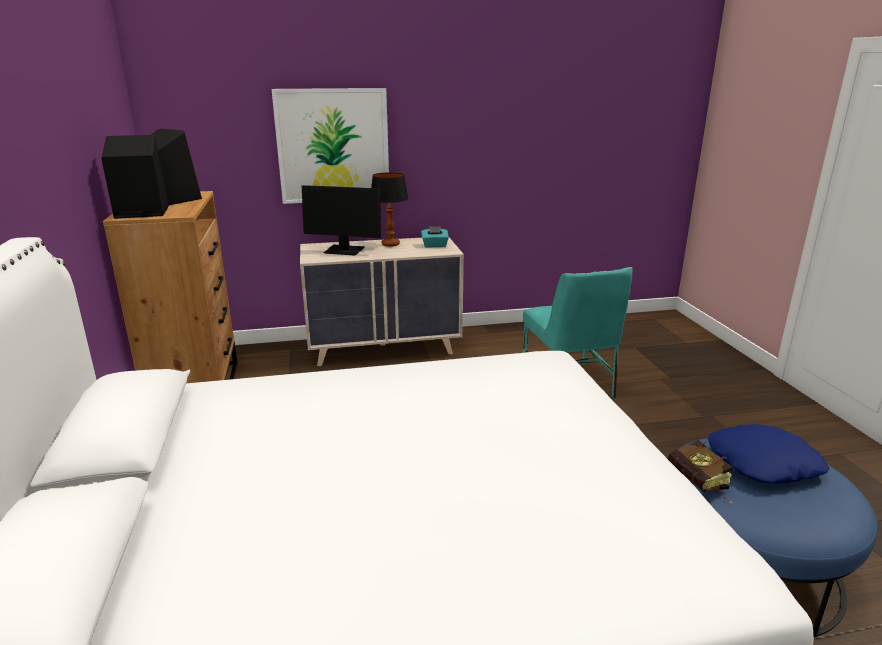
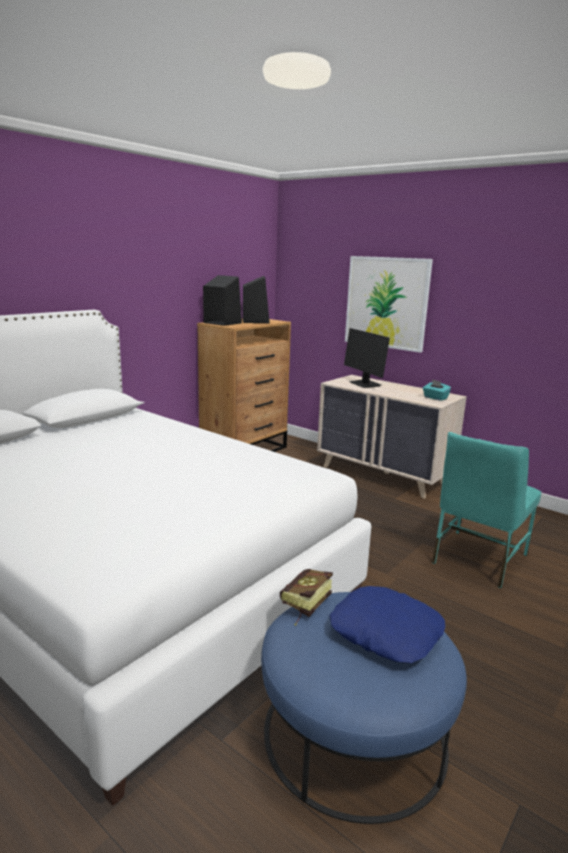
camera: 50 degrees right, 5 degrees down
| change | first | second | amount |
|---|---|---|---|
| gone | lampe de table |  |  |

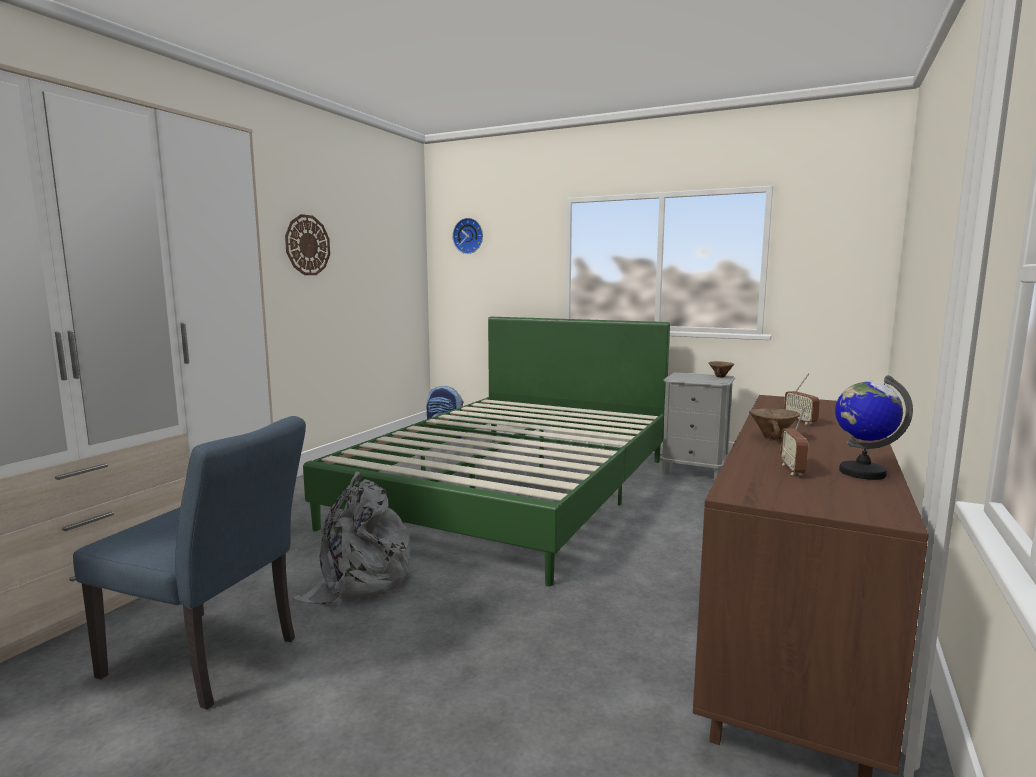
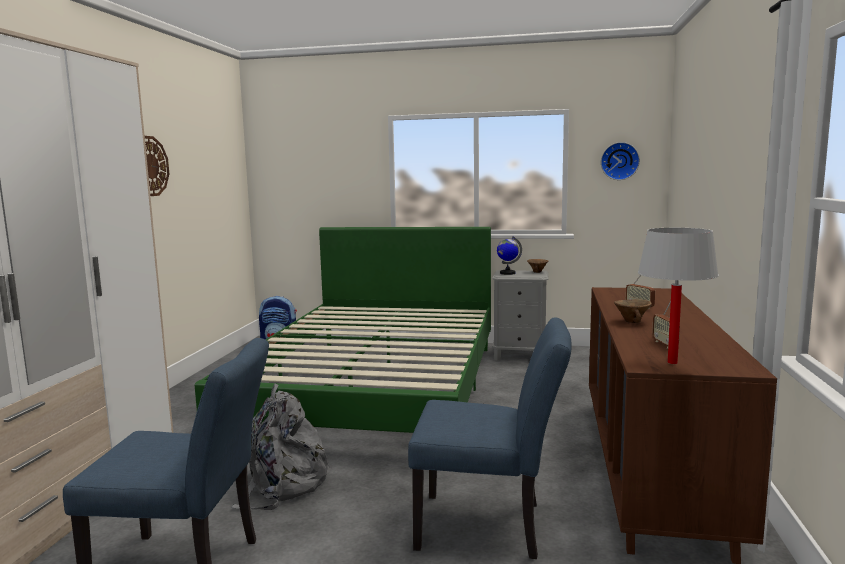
camera: 15 degrees left, 0 degrees up
| change | first | second | amount |
|---|---|---|---|
| new |  | chaise (bleu) (no. 2 from left) |  |
| new |  | lampe de table (blanc) |  |
| shifted | horloge murale (no. 2 from left) |  |  |
| shifted | globe |  |  |

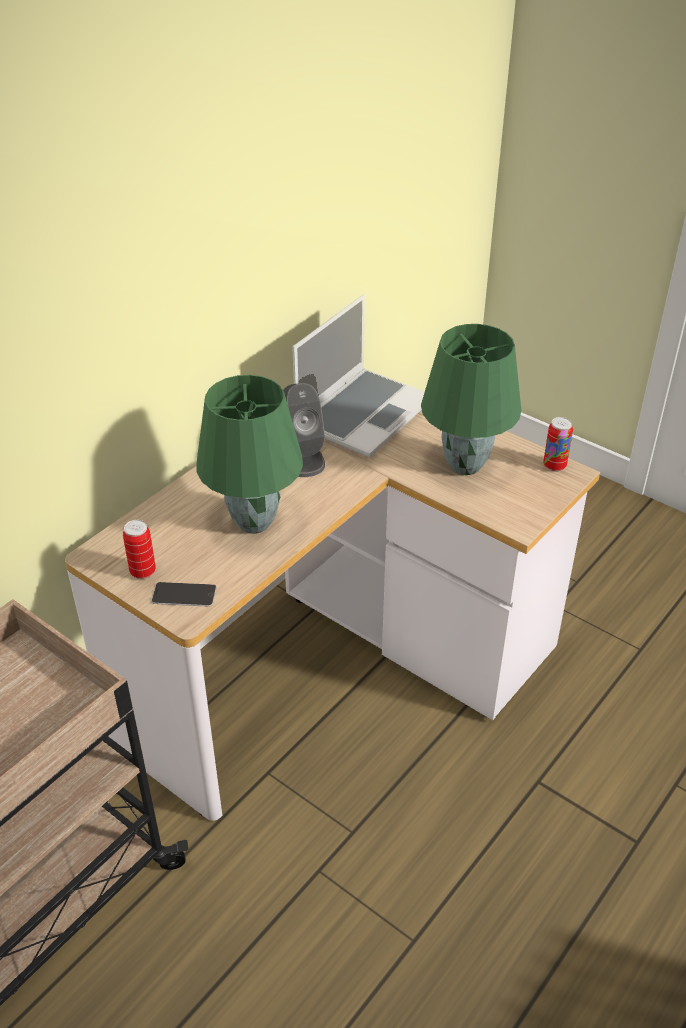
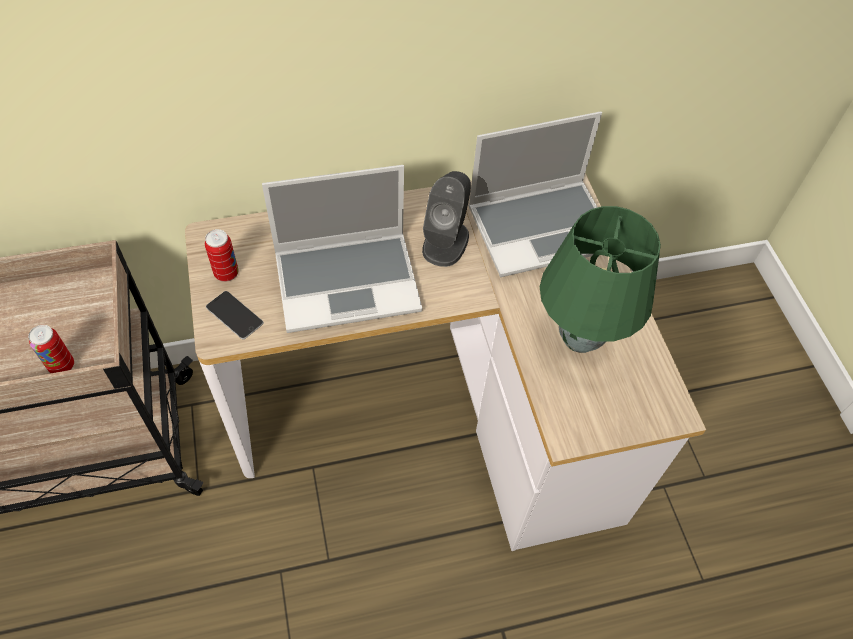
camera: 35 degrees right, 15 degrees up
| change | first | second | amount |
|---|---|---|---|
| shifted | boîte métallique (no. 2 from left in the first image) | boîte métallique (no. 1 from left) |  |
| swapped | lampe de table (vert) (no. 1 from left) | ordinateur portable (no. 1 from left) |  |

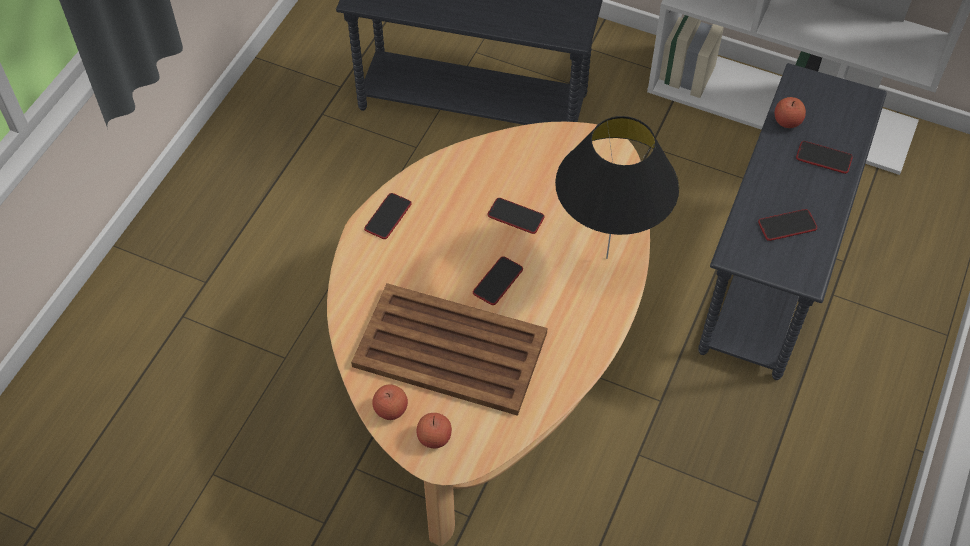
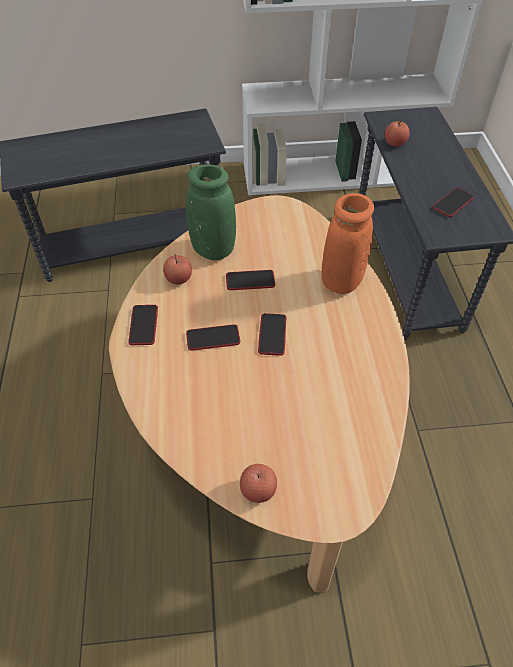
camera: 30 degrees left, 5 degrees down
| change | first | second | amount |
|---|---|---|---|
| gone | plateau (marron) |  |  |
| new |  | vase (vert) |  |
| shifted | pomme (no. 2 from left in the first image) | pomme (no. 1 from left) |  |
| shifted | téléphone (no. 5 from left in the first image) | téléphone (no. 2 from left) |  |
| swapped | lampe de table (noir) | vase (orange) |  |

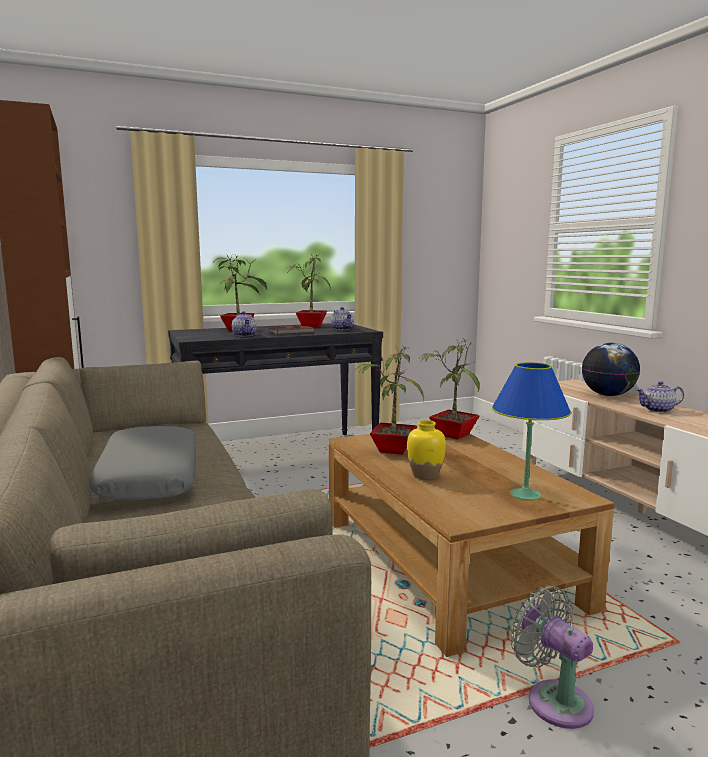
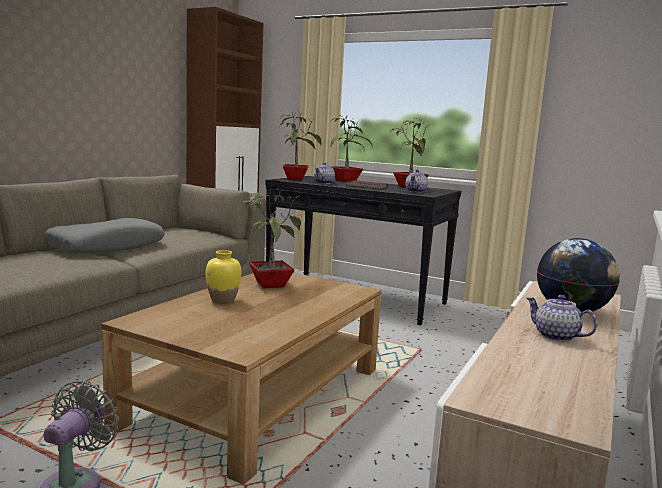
camera: 50 degrees right, 0 degrees up
| change | first | second | amount |
|---|---|---|---|
| gone | lampe de table (bleu) |  |  |
| shifted | plante en pot (no. 4 from left in the first image) | plante en pot (no. 2 from left) |  |

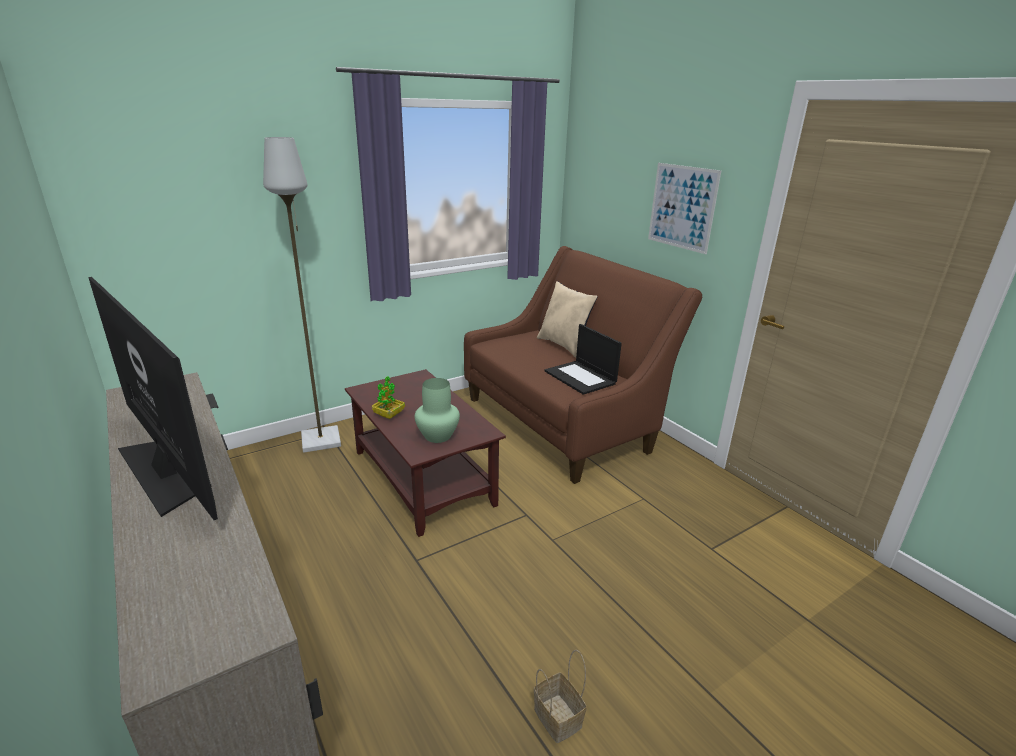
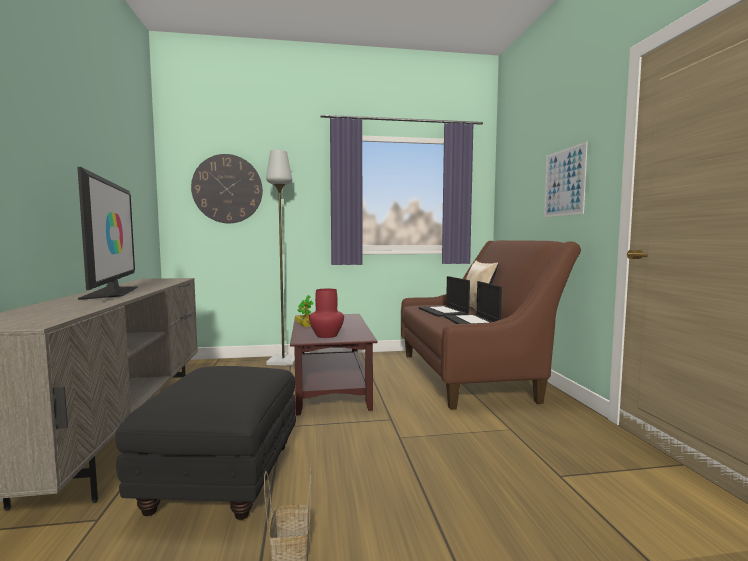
camera: 25 degrees right, 20 degrees down
| change | first | second | amount |
|---|---|---|---|
| new |  | pouf (noir) |  |
| new |  | horloge murale |  |
| new |  | ordinateur portable (no. 1 from left) |  |
| repainted | vase (vert) | vase (rouge) |  |

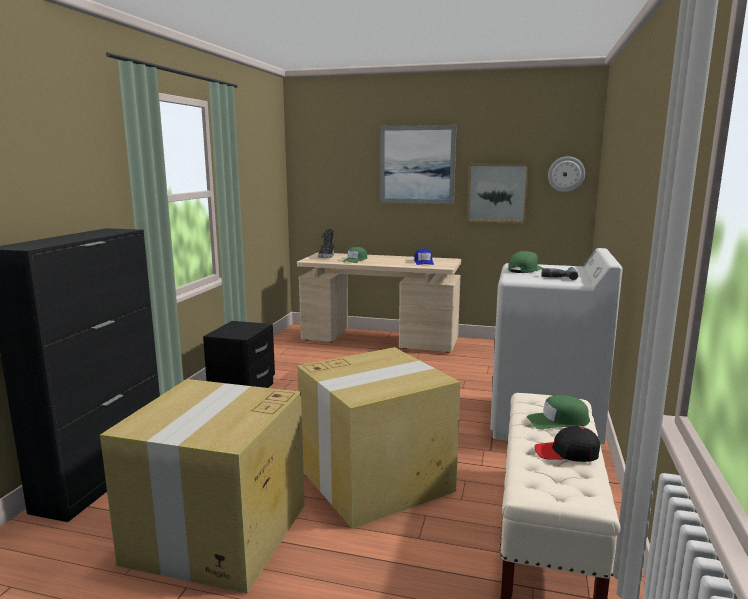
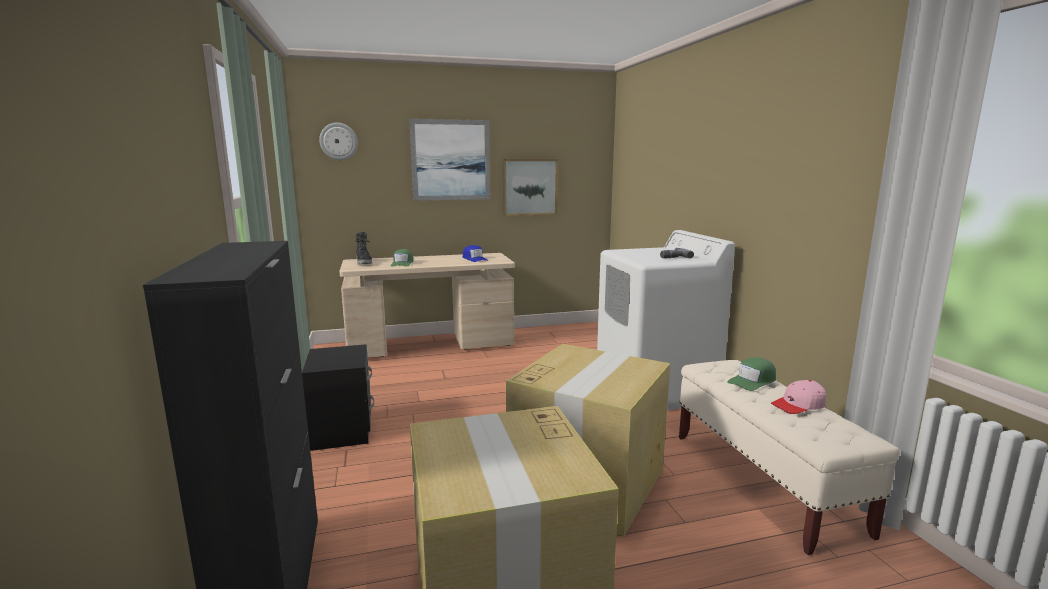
camera: 30 degrees left, 0 degrees up
| change | first | second | amount |
|---|---|---|---|
| gone | casquette (vert) (no. 2 from left) |  |  |
| shifted | horloge murale |  |  |
| repainted | casquette (noir) | casquette (rose) |  |

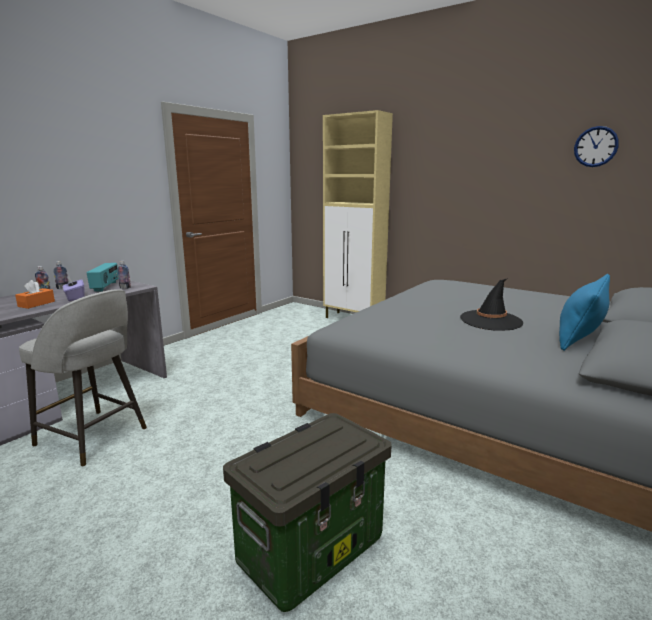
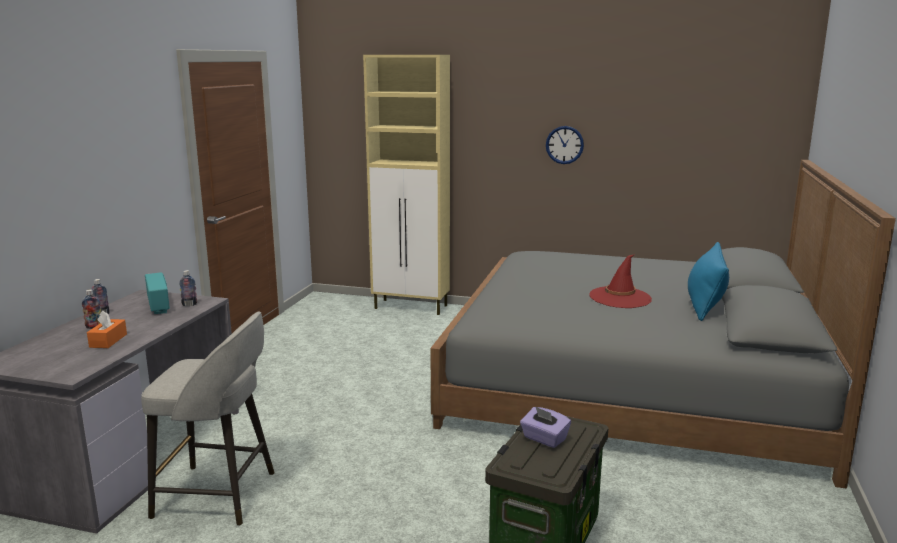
camera: 20 degrees left, 0 degrees up
| change | first | second | amount |
|---|---|---|---|
| shifted | boîte à mouchoirs (violet) |  |  |
| shifted | horloge murale |  |  |
| repainted | chapeau (noir) | chapeau (rouge) |  |

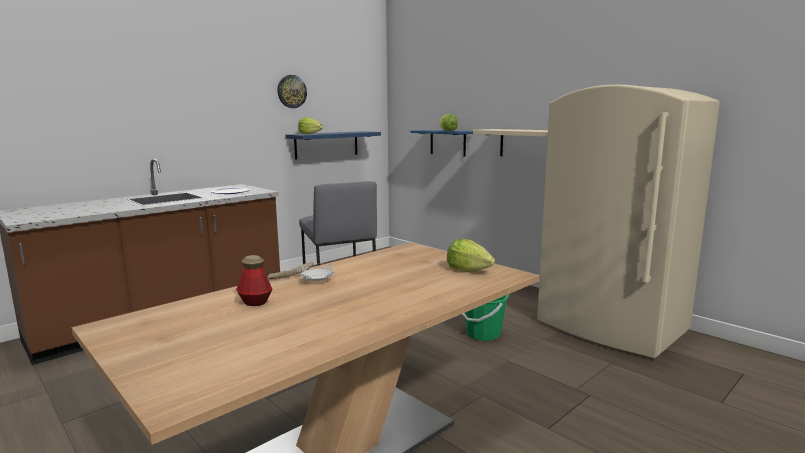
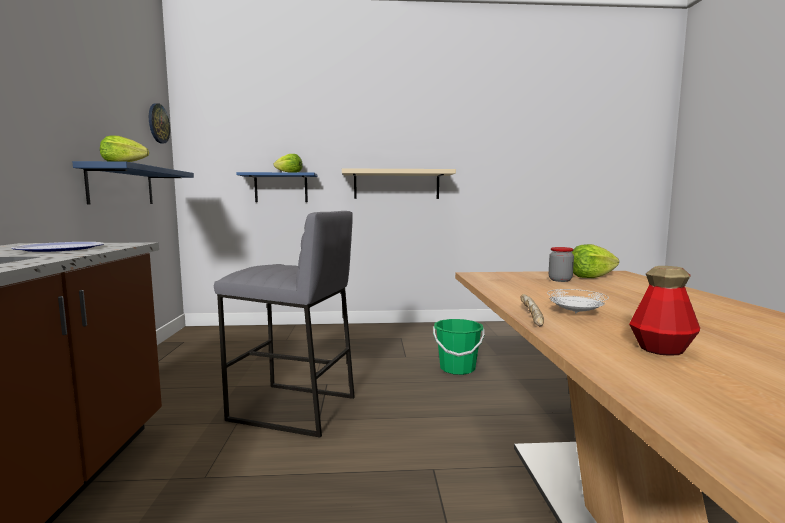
camera: 50 degrees left, 5 degrees down
| change | first | second | amount |
|---|---|---|---|
| gone | réfrigérateur (beige) |  |  |
| new |  | bocal |  |
| shifted | horloge murale |  |  |

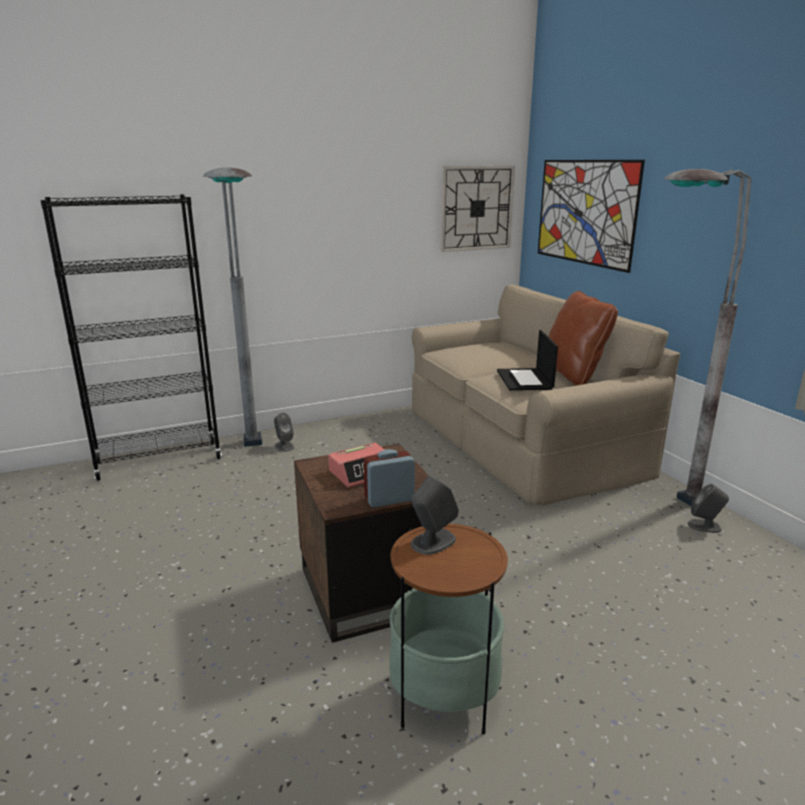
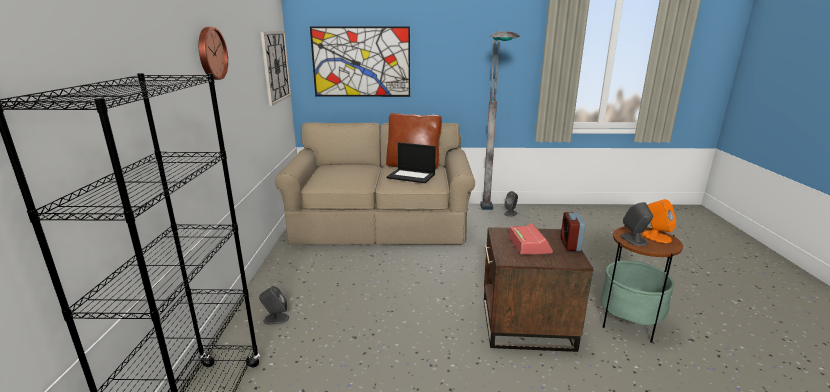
camera: 65 degrees left, 0 degrees up
| change | first | second | amount |
|---|---|---|---|
| gone | lampadaire (gris) (no. 1 from left) |  |  |
| new |  | horloge murale (no. 1 from left) |  |
| new |  | enceinte (orange) |  |

